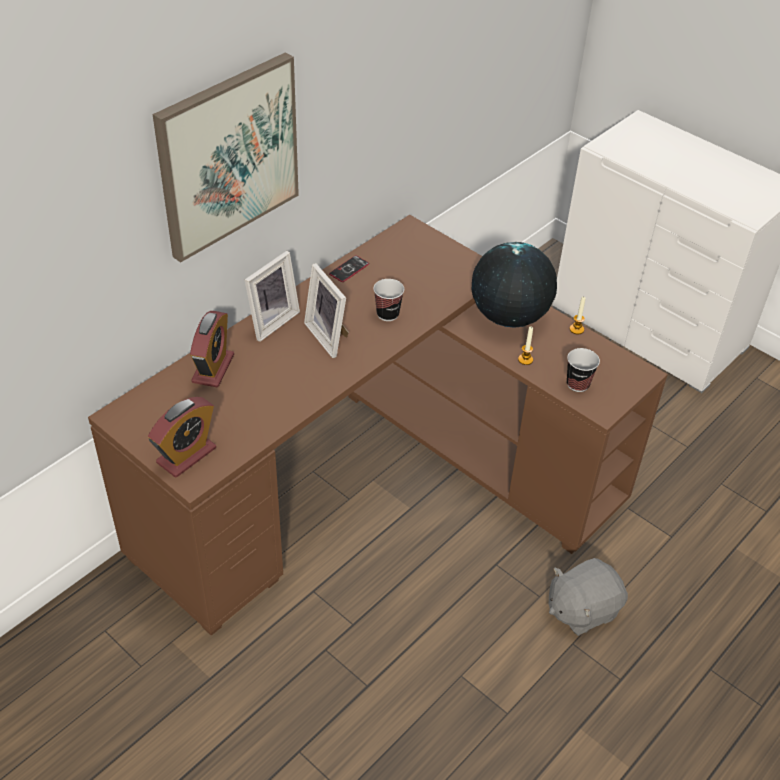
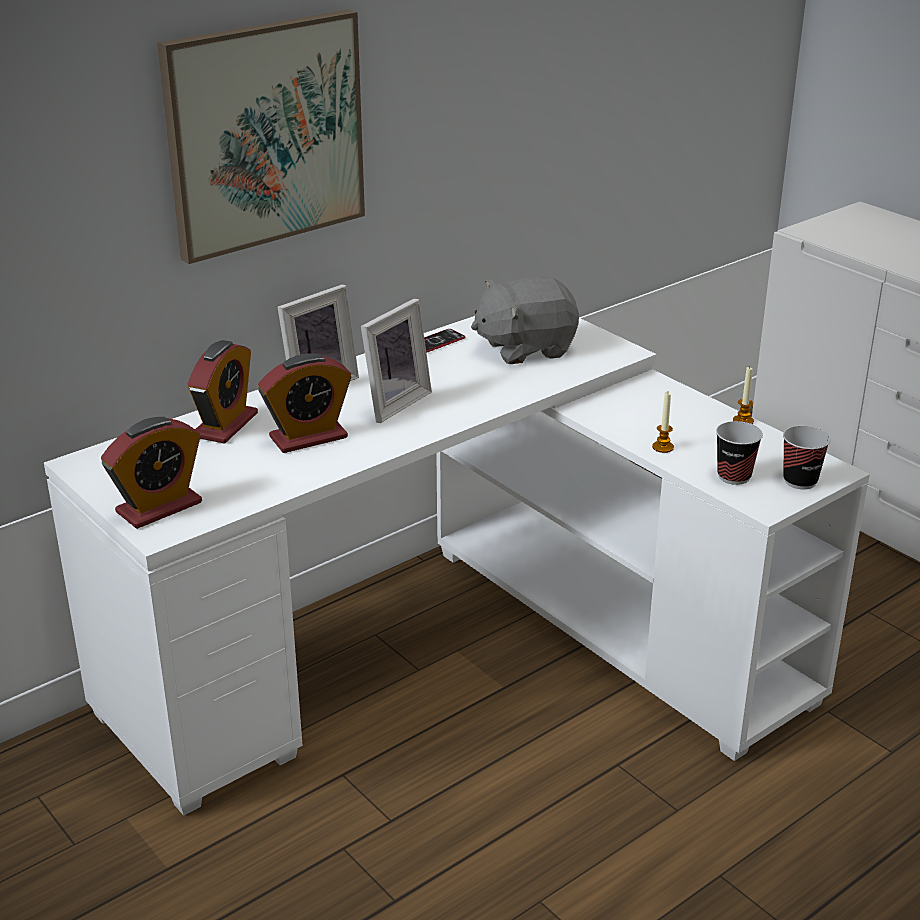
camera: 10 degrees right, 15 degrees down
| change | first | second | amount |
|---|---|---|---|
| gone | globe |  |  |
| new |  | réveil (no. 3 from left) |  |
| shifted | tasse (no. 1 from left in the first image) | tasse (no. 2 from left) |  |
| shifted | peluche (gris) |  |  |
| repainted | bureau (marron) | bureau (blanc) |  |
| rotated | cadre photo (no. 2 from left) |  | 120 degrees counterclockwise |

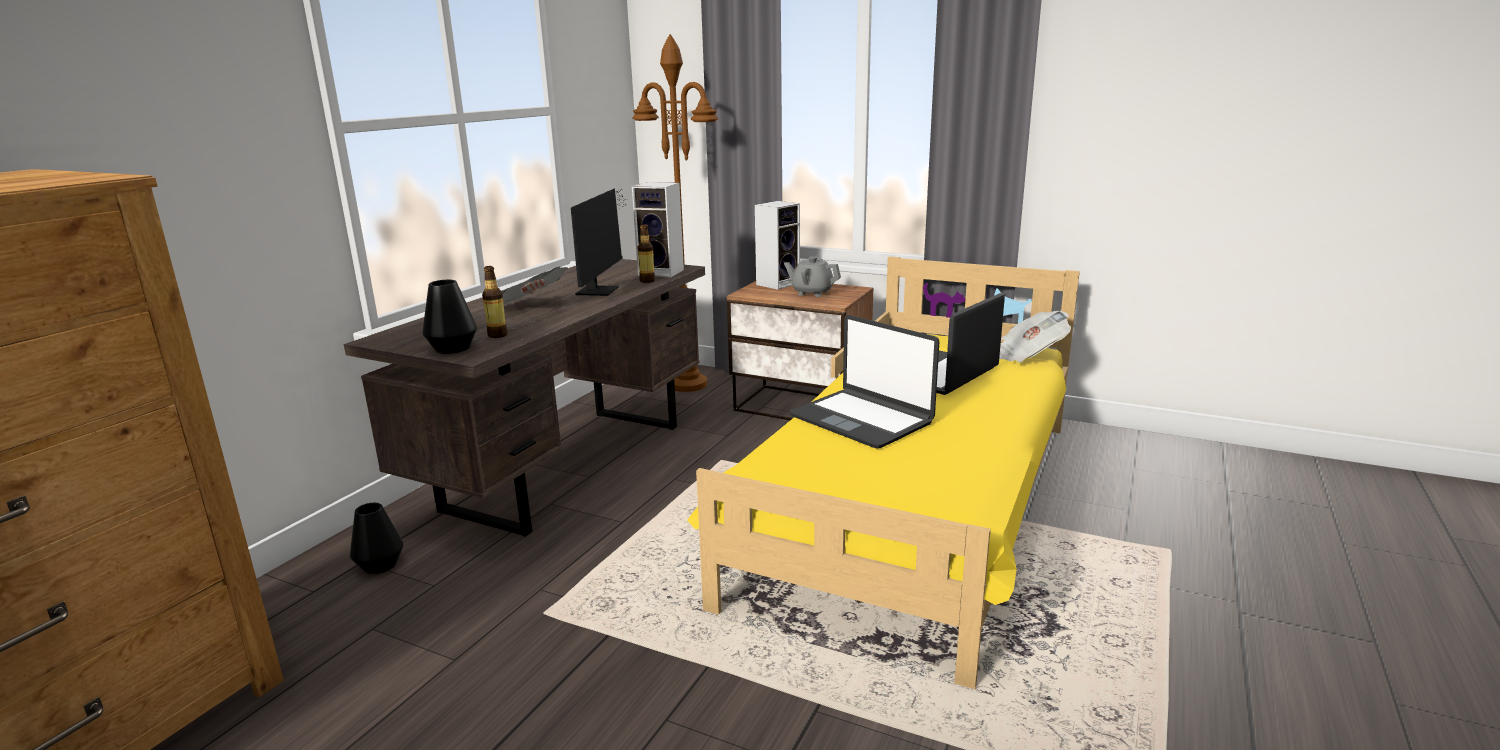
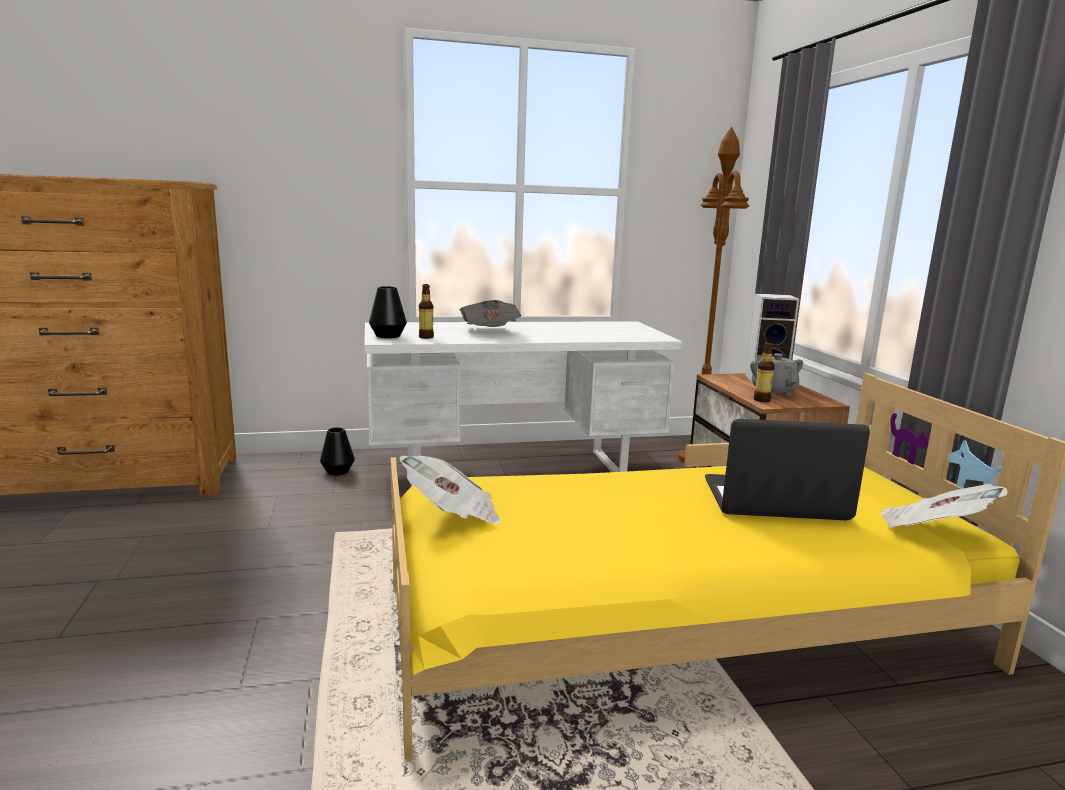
camera: 50 degrees right, 5 degrees down
| change | first | second | amount |
|---|---|---|---|
| gone | écran d'ordinateur |  |  |
| gone | enceinte (no. 1 from left) |  |  |
| gone | ordinateur portable (no. 1 from left) |  |  |
| new |  | journal (no. 1 from left) |  |
| shifted | bouteille (no. 2 from left) |  |  |
| repainted | bureau (marron) | bureau (blanc) |  |

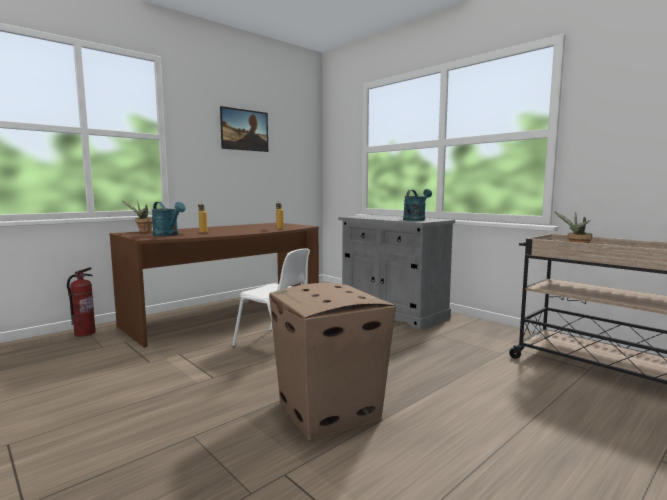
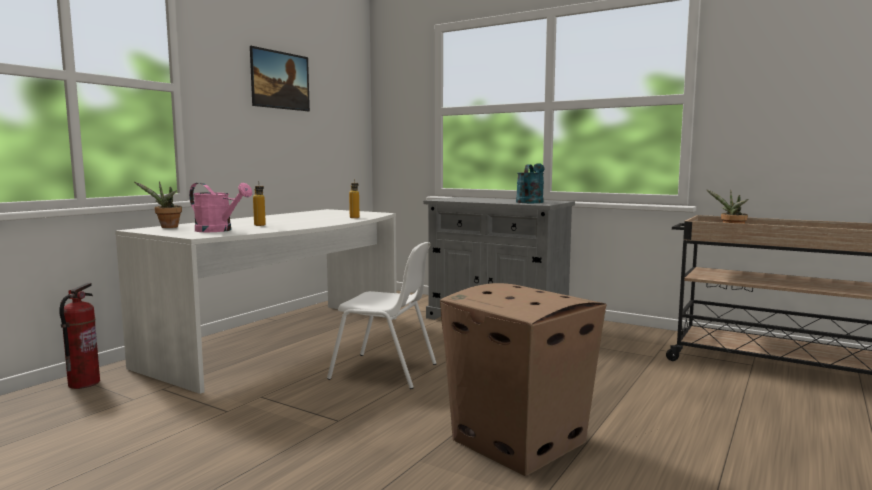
camera: 15 degrees left, 0 degrees up
| change | first | second | amount |
|---|---|---|---|
| repainted | bureau (marron) | bureau (blanc) |  |
| repainted | arrosoir (turquoise) (no. 1 from left) | arrosoir (rose) |  |

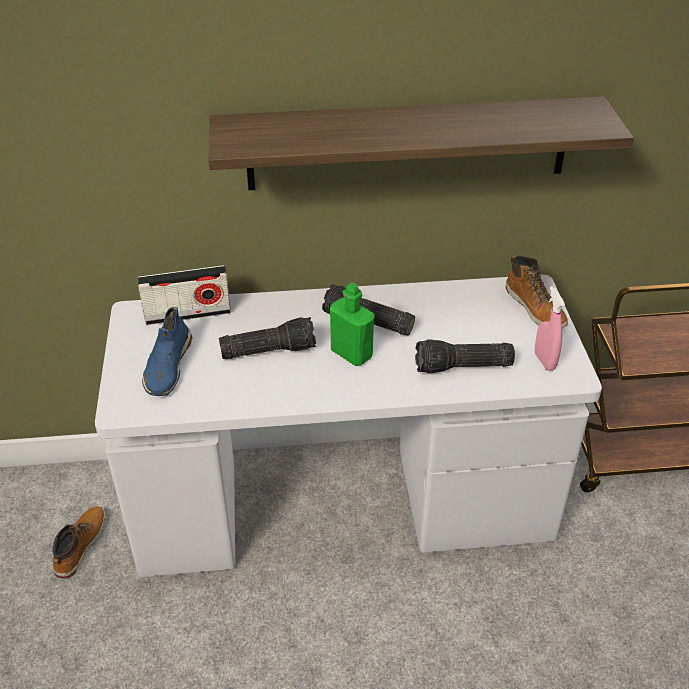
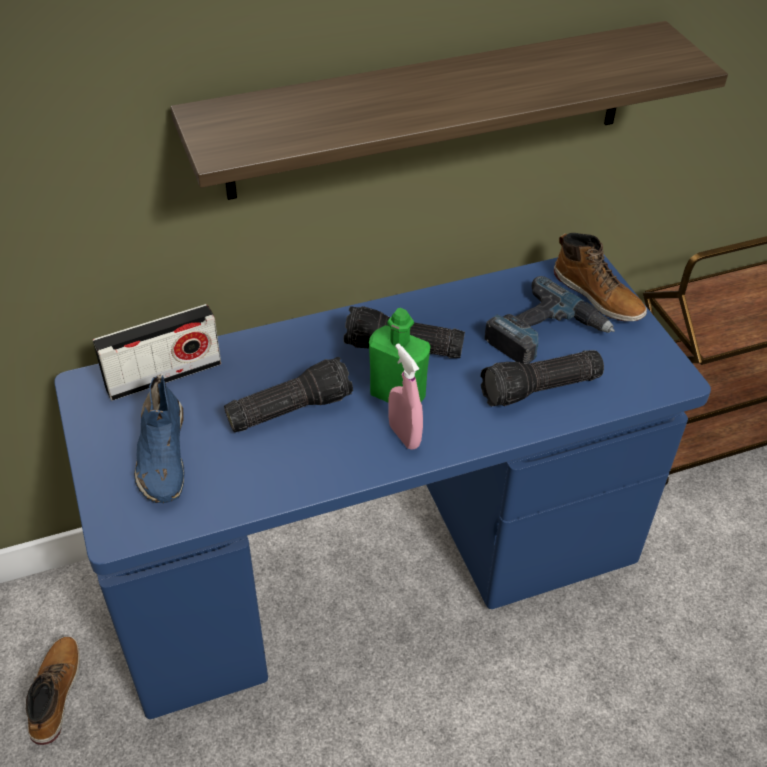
camera: 15 degrees left, 5 degrees up
| change | first | second | amount |
|---|---|---|---|
| new |  | perceuse |  |
| shifted | vaporisateur (rose) |  |  |
| repainted | bureau (blanc) | bureau (bleu) |  |

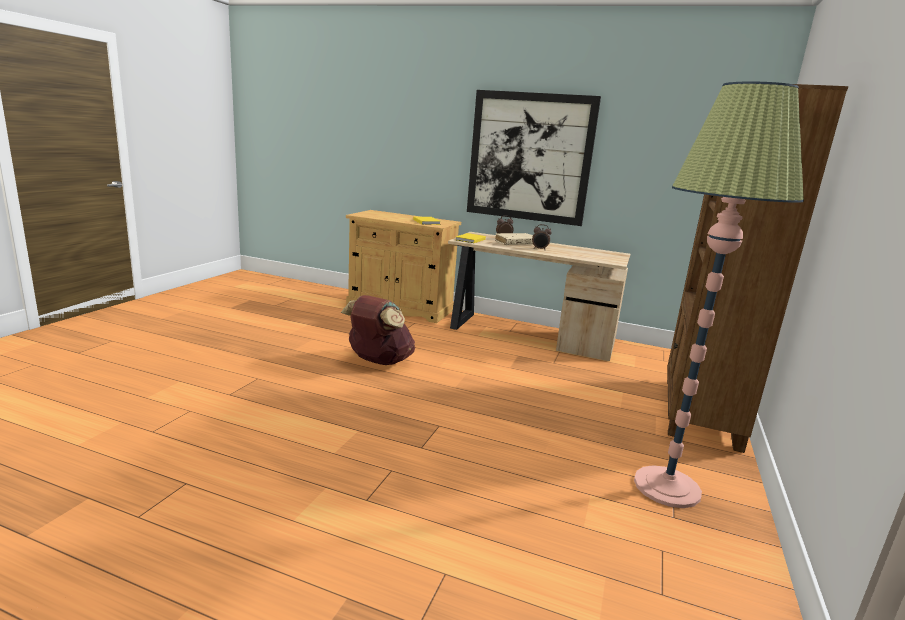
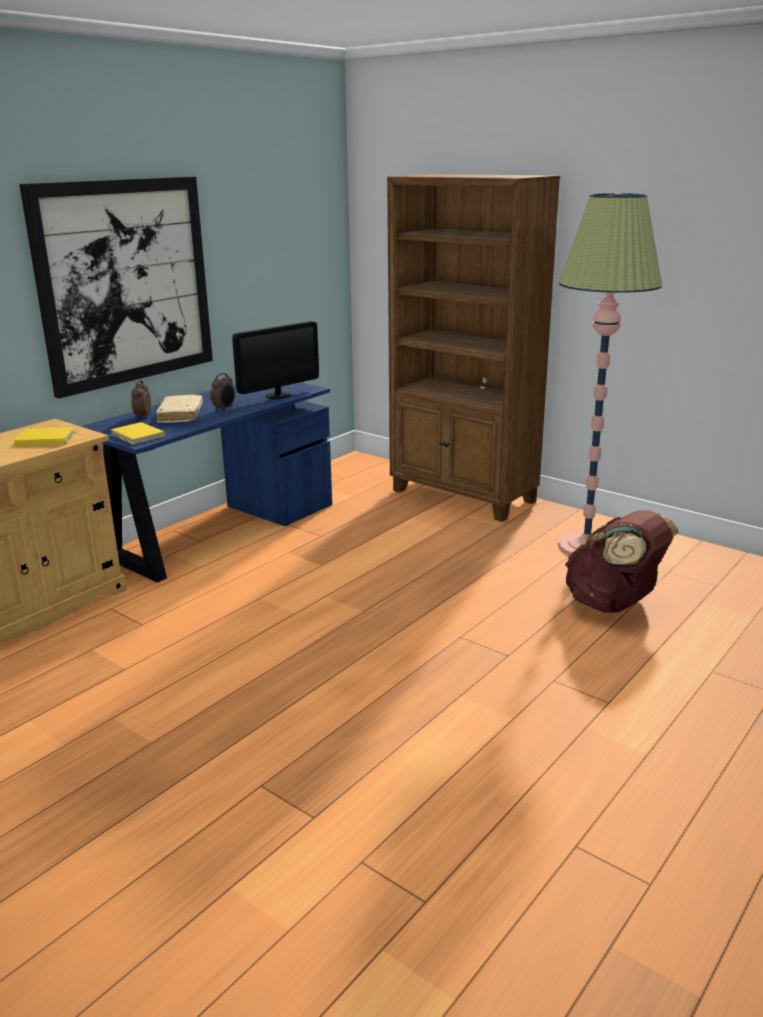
camera: 70 degrees left, 5 degrees up
| change | first | second | amount |
|---|---|---|---|
| new |  | écran d'ordinateur |  |
| shifted | sac à dos (marron) |  |  |
| repainted | bureau (beige) | bureau (bleu) |  |

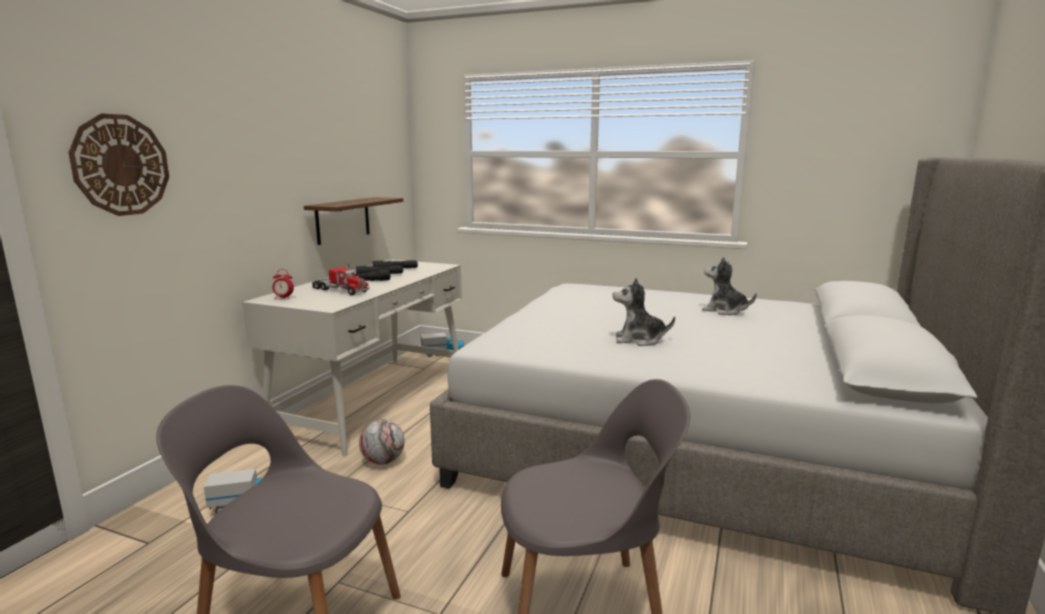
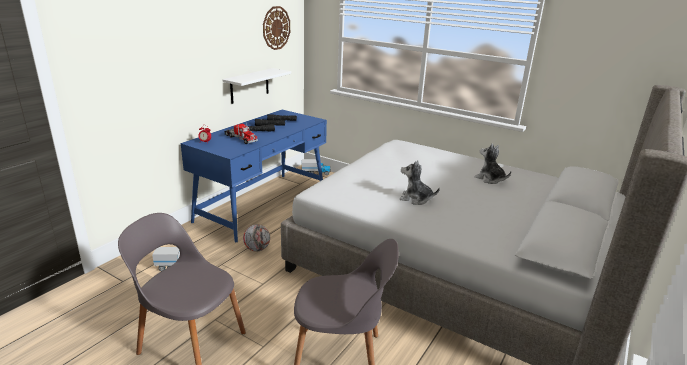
camera: 10 degrees right, 10 degrees up
| change | first | second | amount |
|---|---|---|---|
| shifted | horloge murale |  |  |
| repainted | bureau (blanc) | bureau (bleu) |  |
| repainted | étagère (marron) | étagère (blanc) |  |

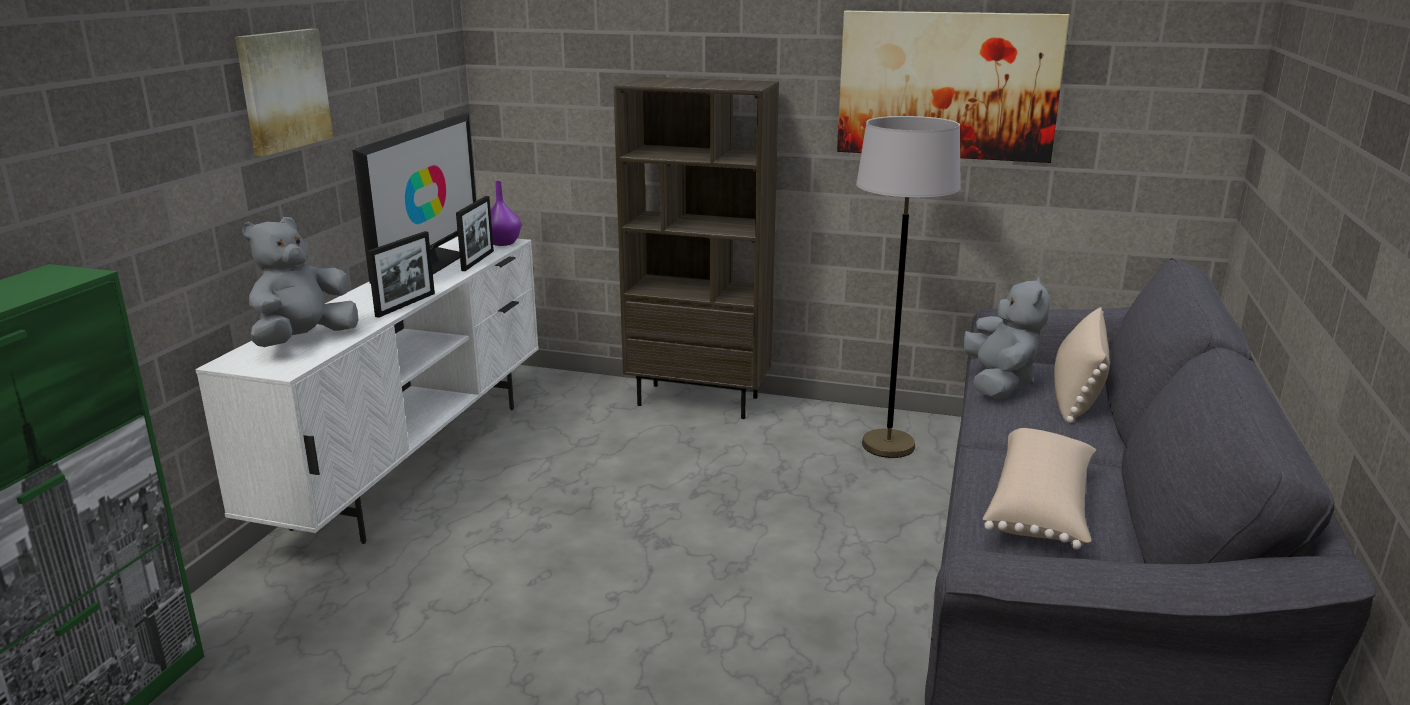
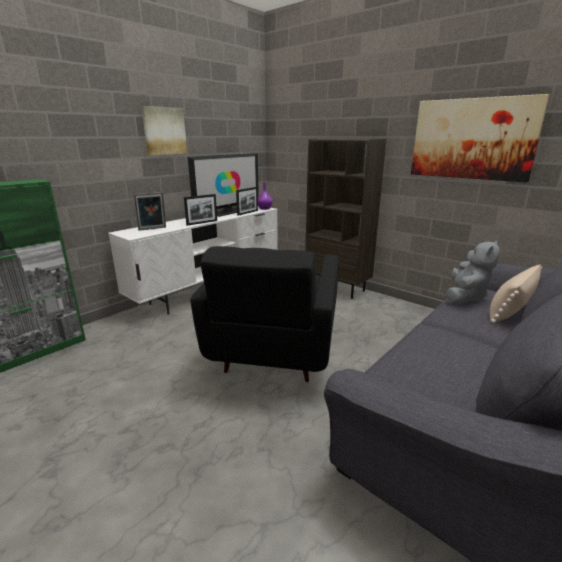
camera: 25 degrees right, 0 degrees up
| change | first | second | amount |
|---|---|---|---|
| gone | lampadaire (gris) |  |  |
| gone | coussin (beige) (no. 1 from left) |  |  |
| new |  | fauteuil (noir) |  |
| swapped | peluche (gris) (no. 1 from left) | cadre photo (no. 1 from left) |  |

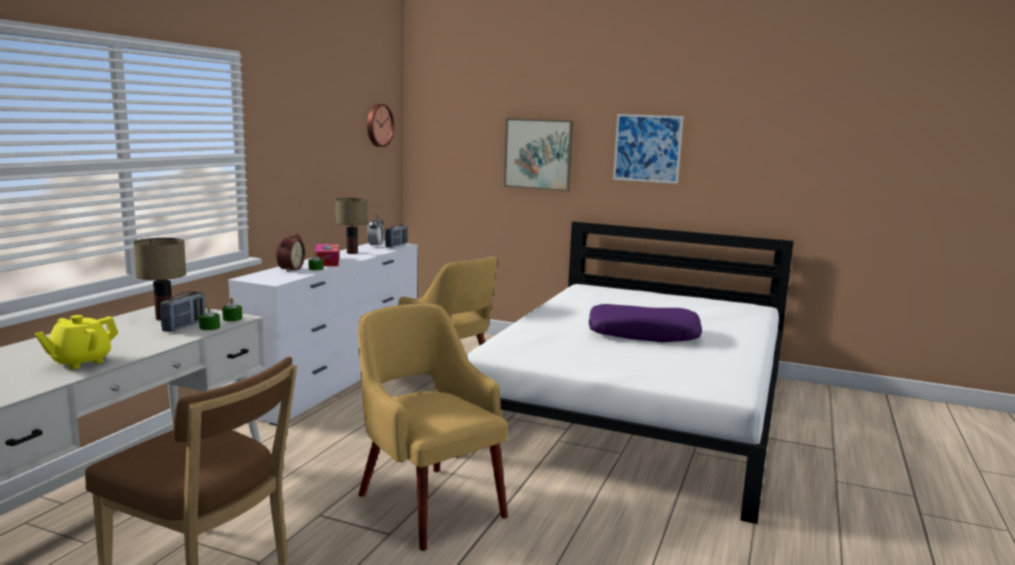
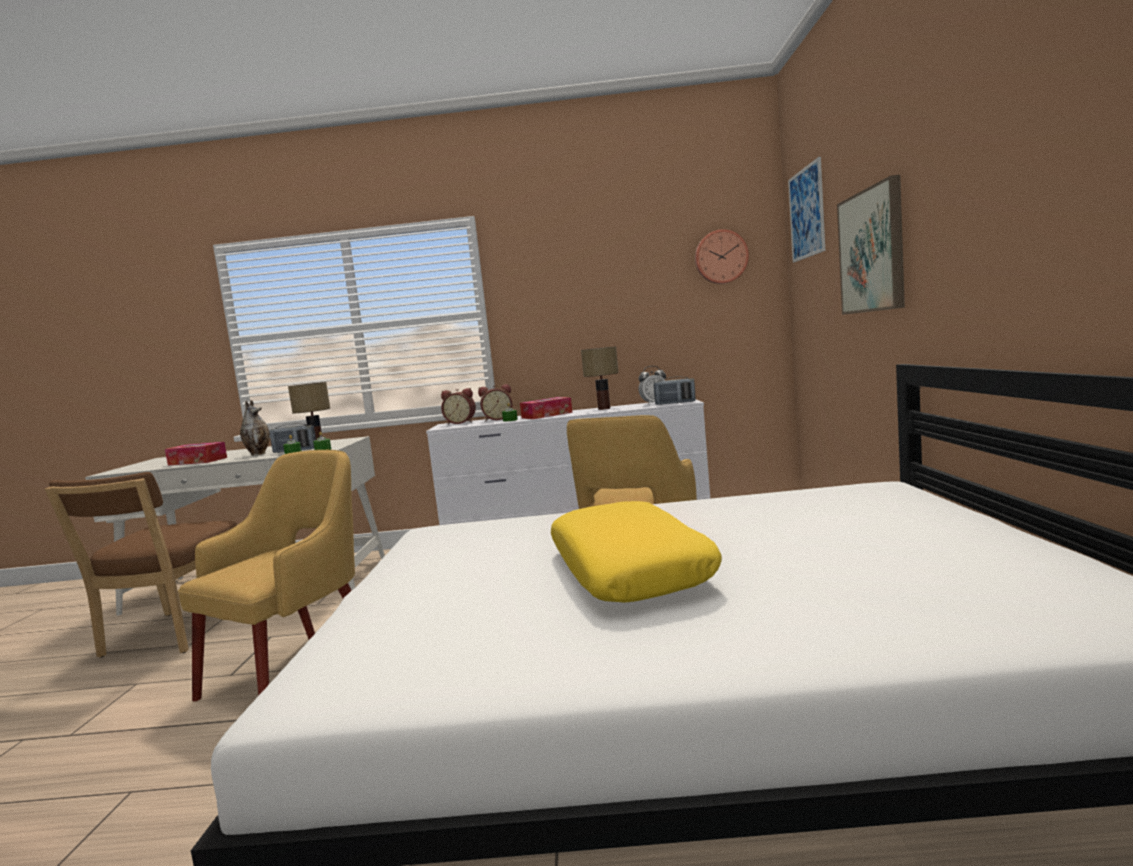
camera: 70 degrees right, 5 degrees down
| change | first | second | amount |
|---|---|---|---|
| new |  | vase |  |
| new |  | réveil (no. 1 from left) |  |
| shifted | tableau (no. 2 from left in the first image) | tableau (no. 1 from left) |  |
| swapped | théière (jaune) | boîte à mouchoirs (no. 1 from left) |  |
| repainted | coussin (violet) | coussin (jaune) |  |

